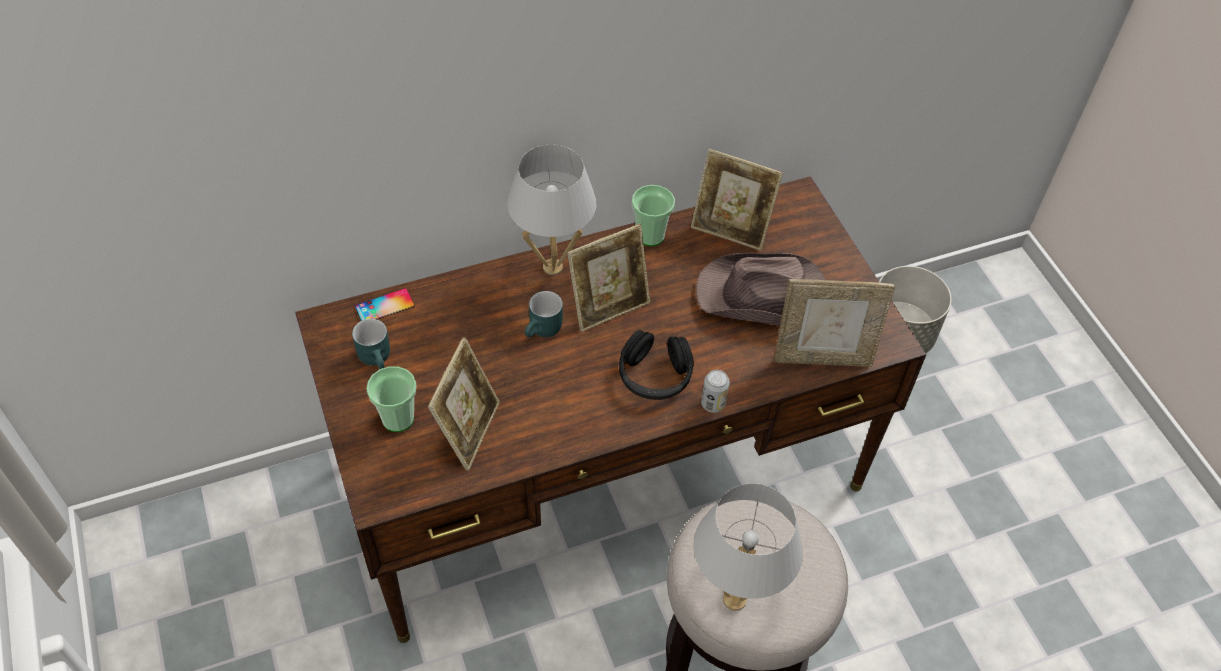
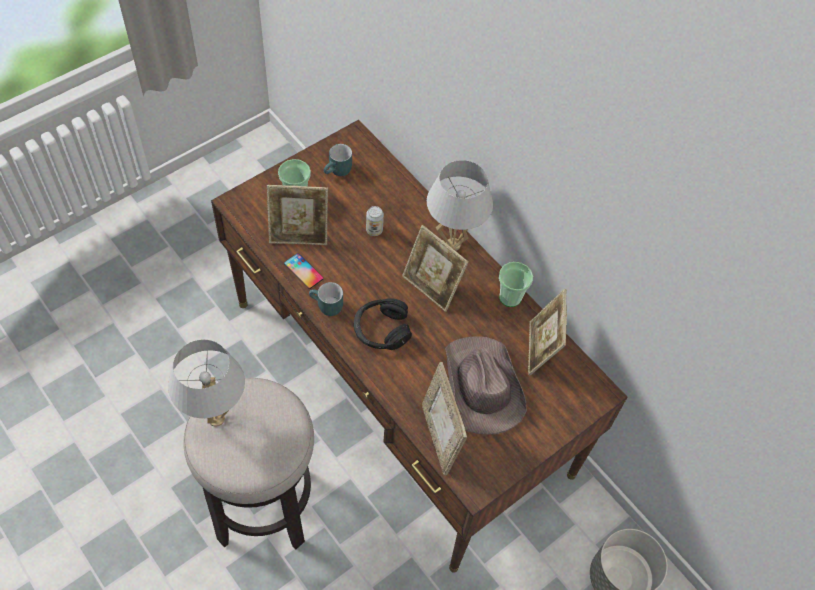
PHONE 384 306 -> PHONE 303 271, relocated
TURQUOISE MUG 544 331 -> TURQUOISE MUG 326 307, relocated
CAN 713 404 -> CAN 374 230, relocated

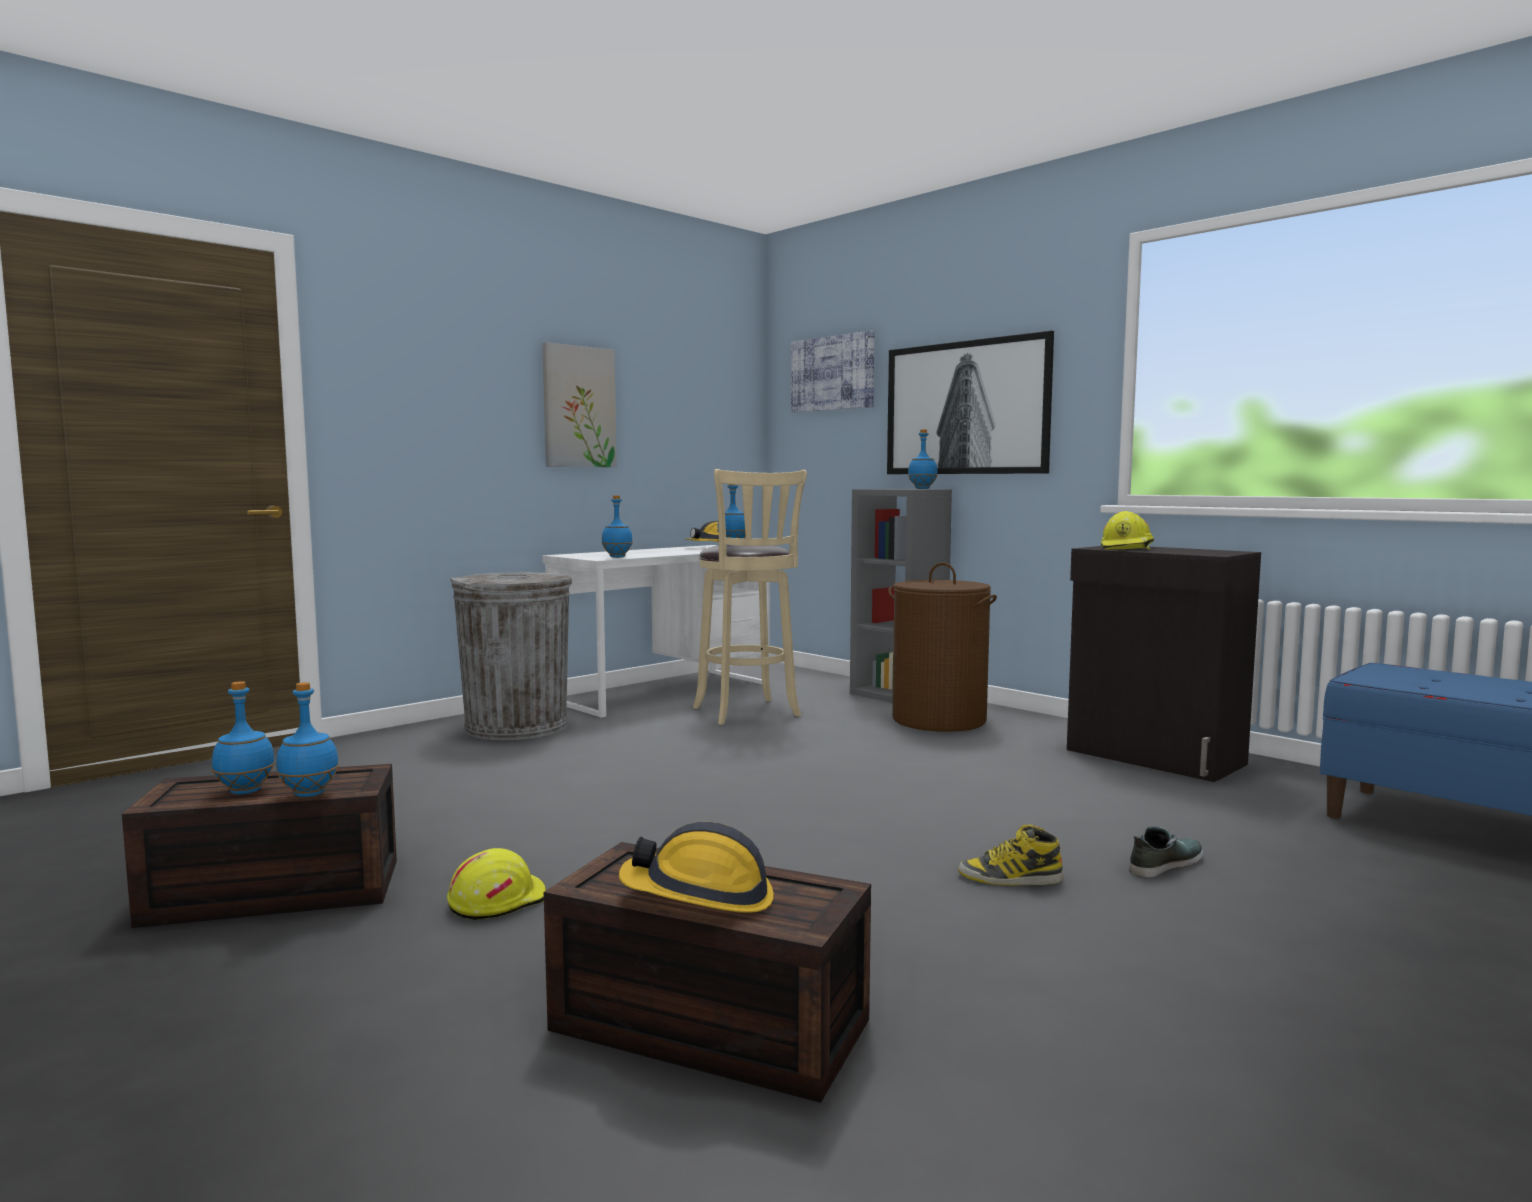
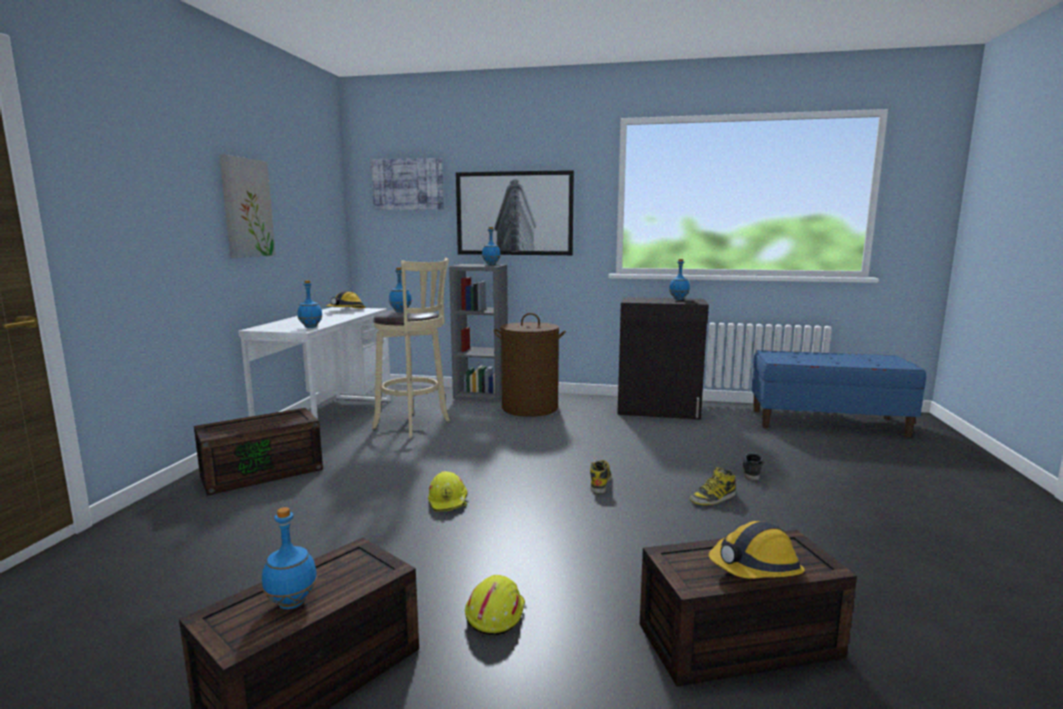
GREY TRASH CAN 517 727 -> BROWN STORAGE BOX 263 472
YELLOW HARD HAT 1127 548 -> YELLOW HARD HAT 448 501, relocated
none -> BOOT 600 483
BLUE BOTTLE 309 793 -> BLUE BOTTLE 678 299, relocated

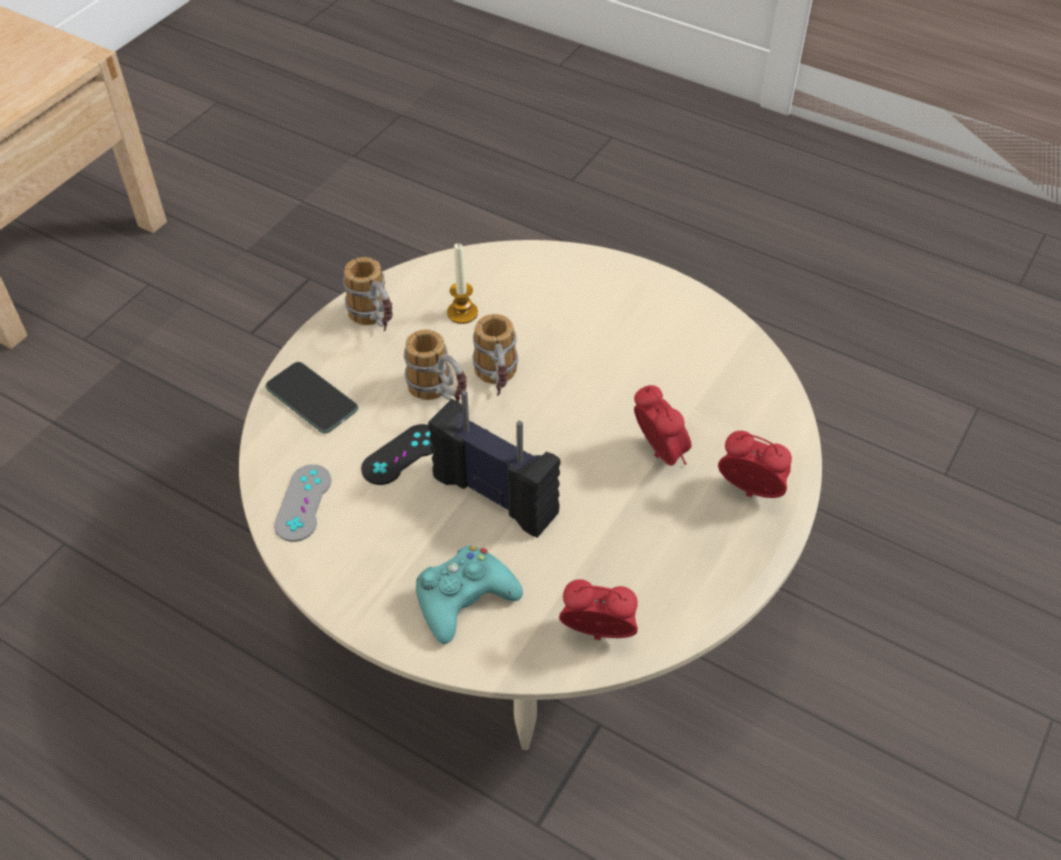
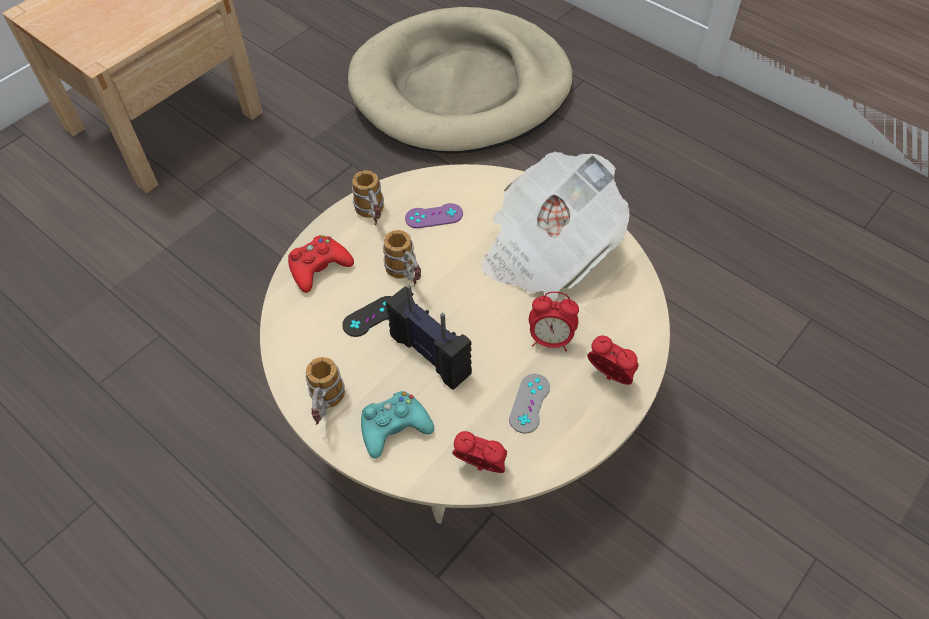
PHONE 312 399 -> RED GAME CONTROLLER 319 267
MUG 498 384 -> MUG 326 408, relocated
none -> BEIGE DOG BED 461 88
CANDLE 462 313 -> PURPLE GAME CONTROLLER 434 216
none -> NEWSPAPER 547 249
GREY GAME CONTROLLER 303 503 -> GREY GAME CONTROLLER 529 403, relocated
ALARM CLOCK 658 454 -> ALARM CLOCK 550 340, 120 degrees clockwise

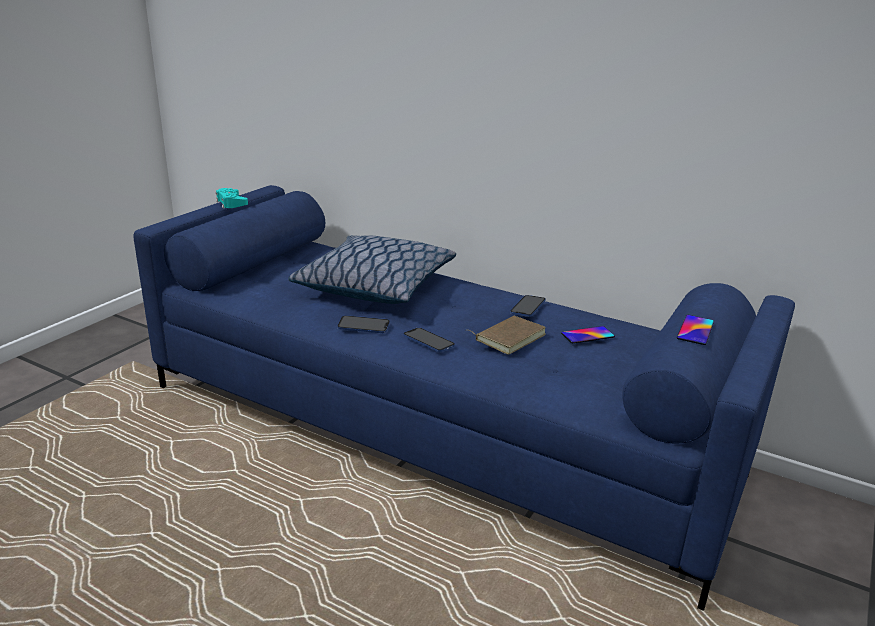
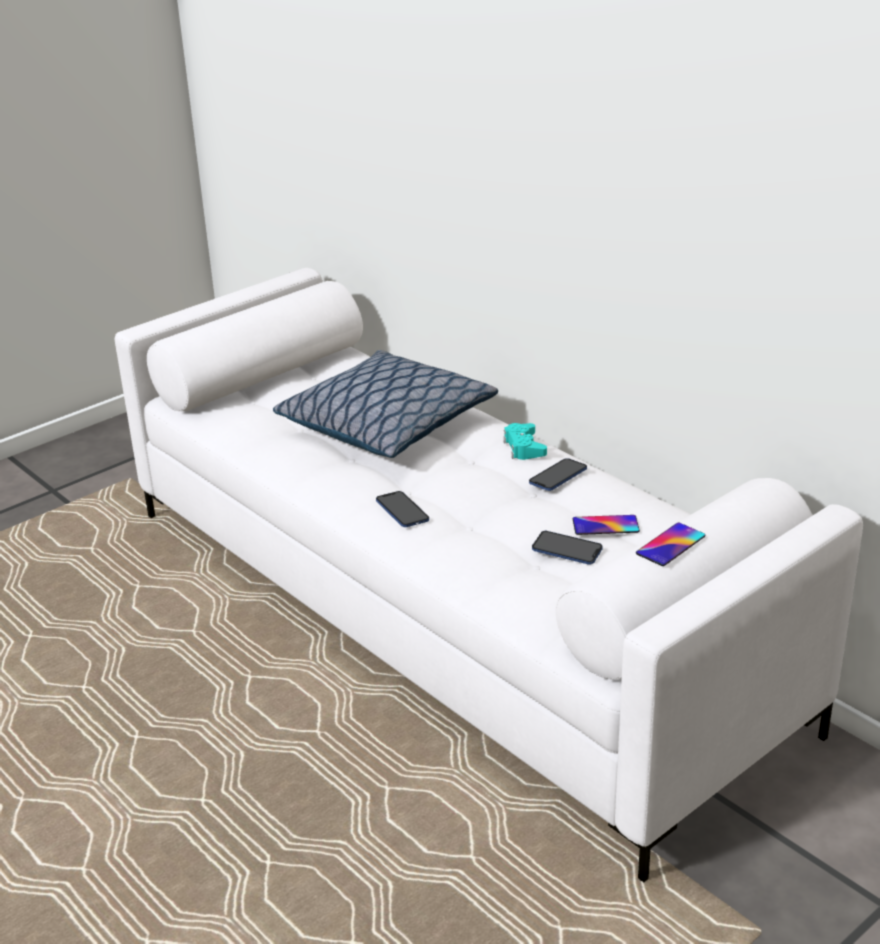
BLUE SOFA 436 428 -> WHITE SOFA 449 614
TURQUOISE GAME CONTROLLER 231 203 -> TURQUOISE GAME CONTROLLER 524 447, relocated
PHONE 363 326 -> PHONE 567 549, relocated
BROWN BOOK 509 337 -> none

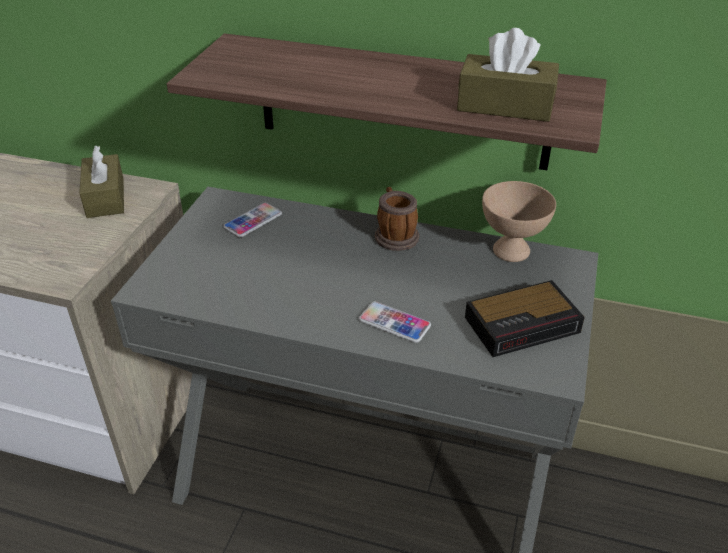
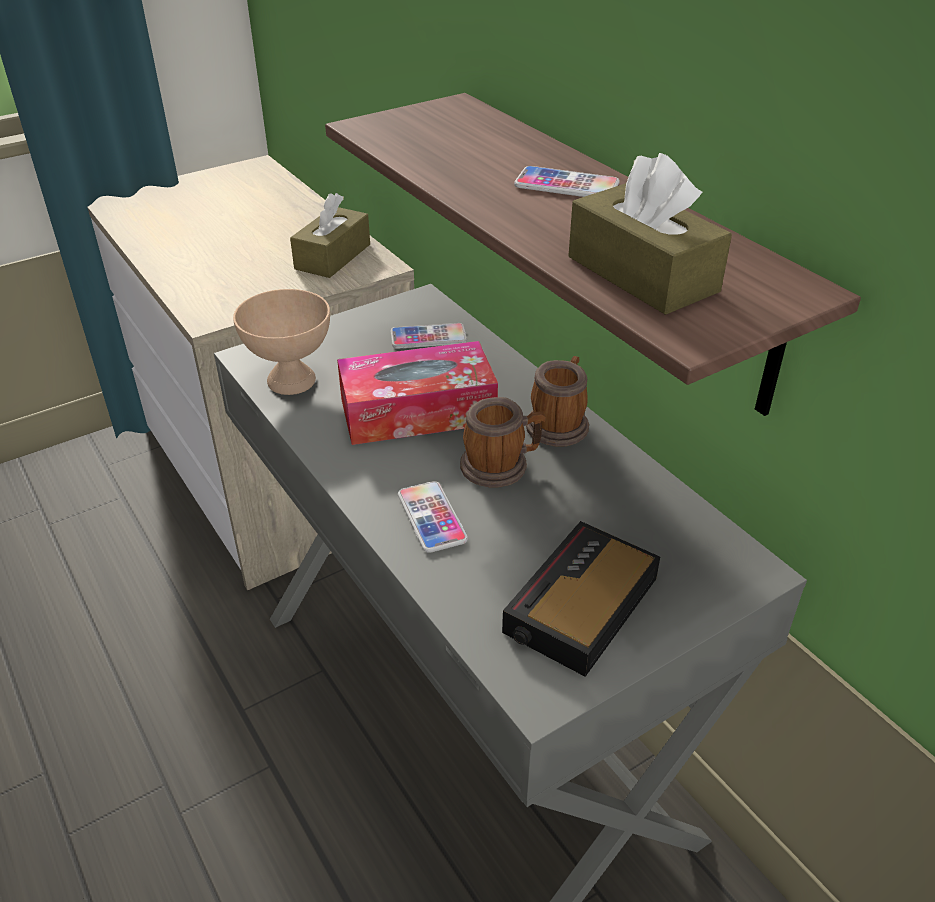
BEIGE BOWL 510 250 -> BEIGE BOWL 292 380, relocated
none -> TISSUE BOX 417 411
none -> MUG 501 465
ALARM CLOCK 524 324 -> ALARM CLOCK 579 607, 105 degrees clockwise
none -> PHONE 566 185

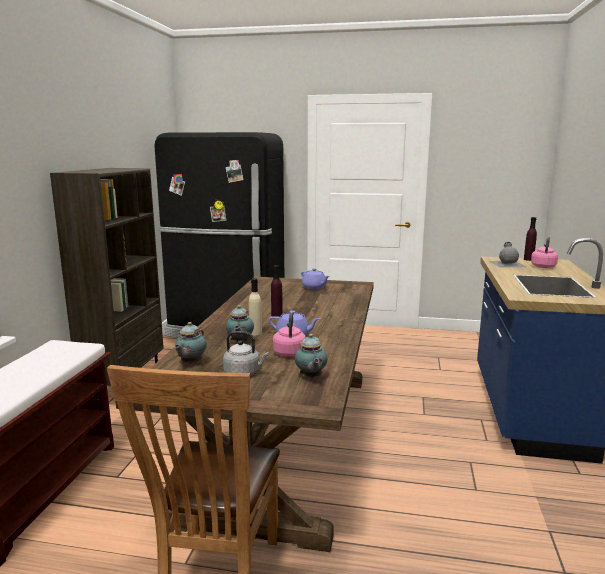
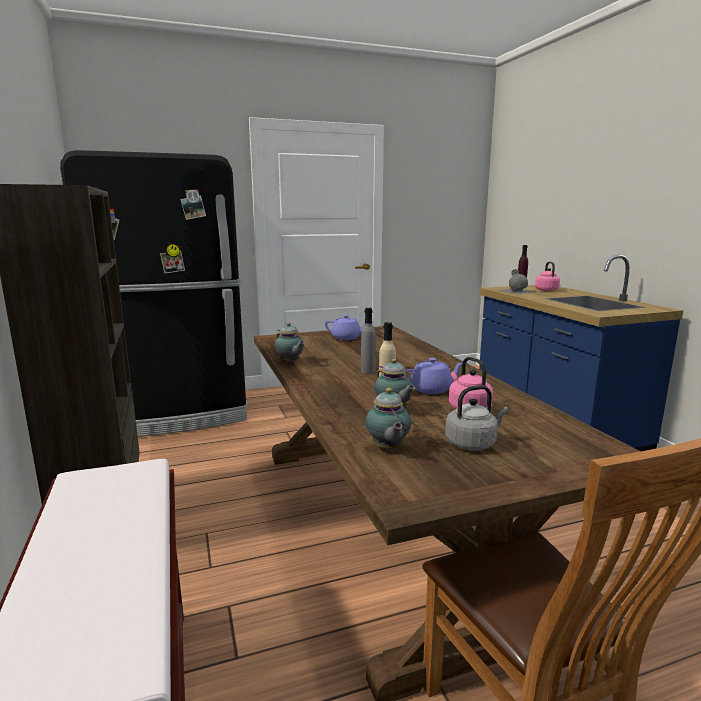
TEAPOT 310 377 -> TEAPOT 290 362, relocated
PURPLE BOTTLE 276 315 -> GREY BOTTLE 368 371

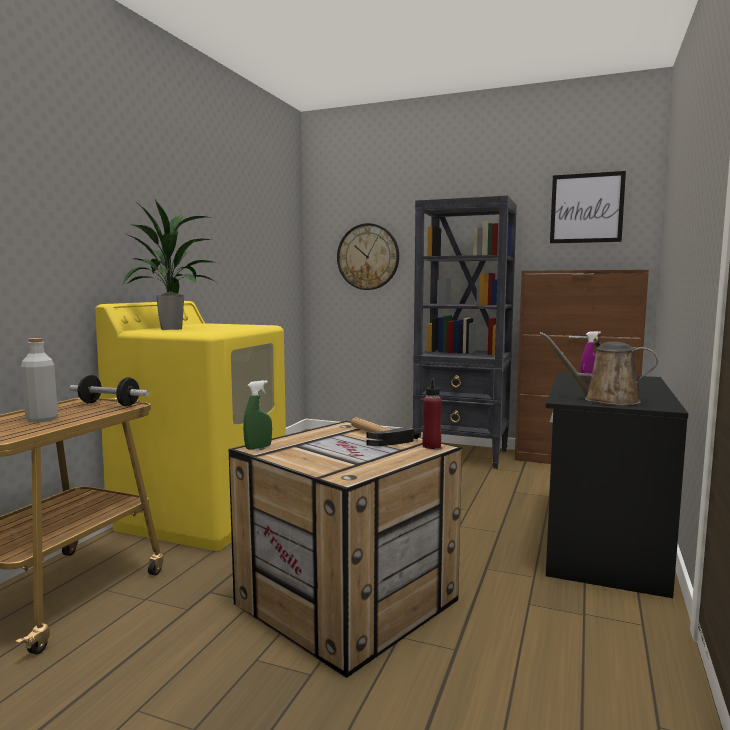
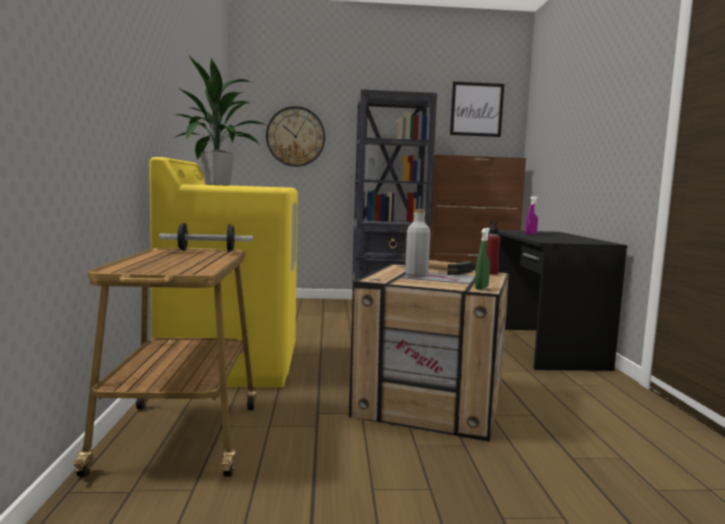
GREY BOTTLE 42 419 -> GREY BOTTLE 416 275, relocated
GREEN SPRAY BOTTLE 258 447 -> GREEN SPRAY BOTTLE 481 288, relocated
BROWN WATERING CAN 605 400 -> none

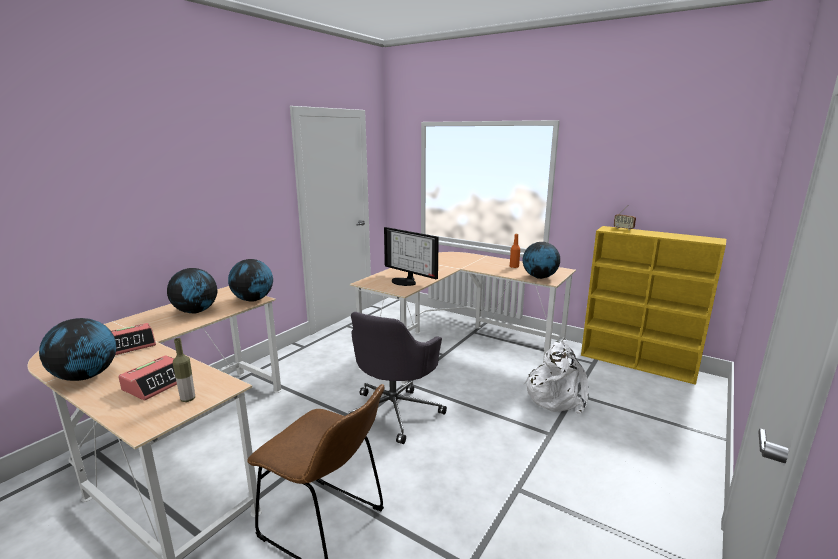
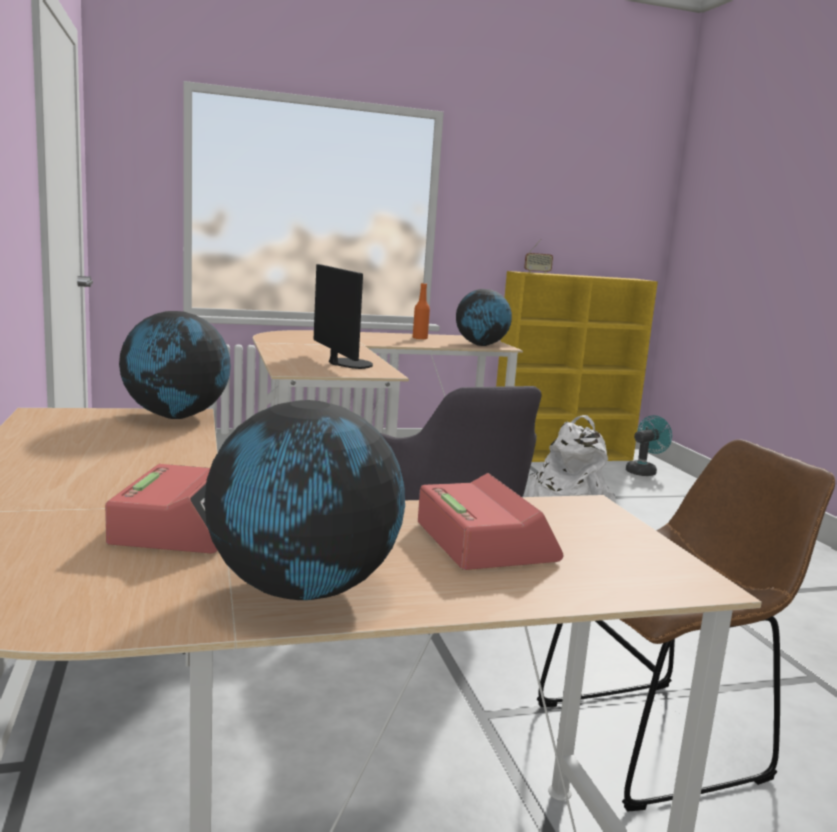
MONITOR 406 281 -> MONITOR 346 363, 105 degrees counterclockwise
none -> TURQUOISE FAN 643 471
GLOBE 196 311 -> none
BOTTLE 188 399 -> none

